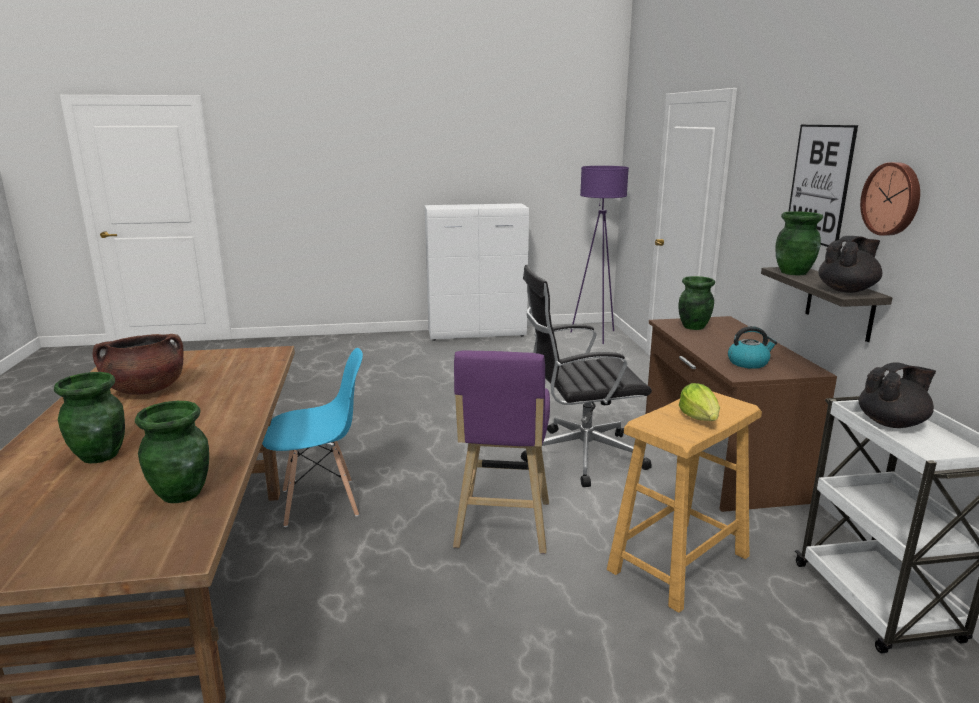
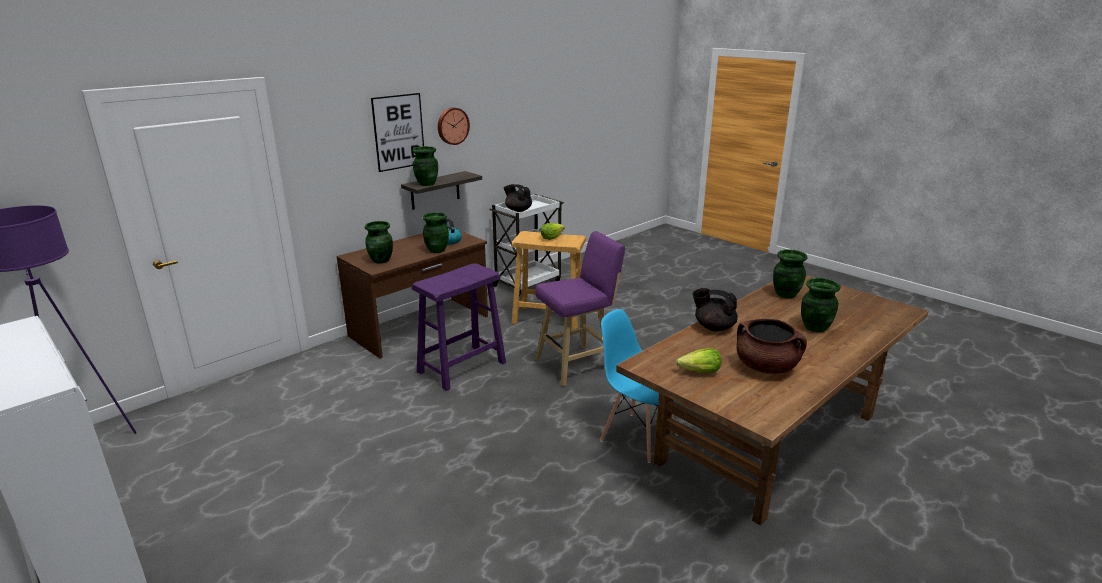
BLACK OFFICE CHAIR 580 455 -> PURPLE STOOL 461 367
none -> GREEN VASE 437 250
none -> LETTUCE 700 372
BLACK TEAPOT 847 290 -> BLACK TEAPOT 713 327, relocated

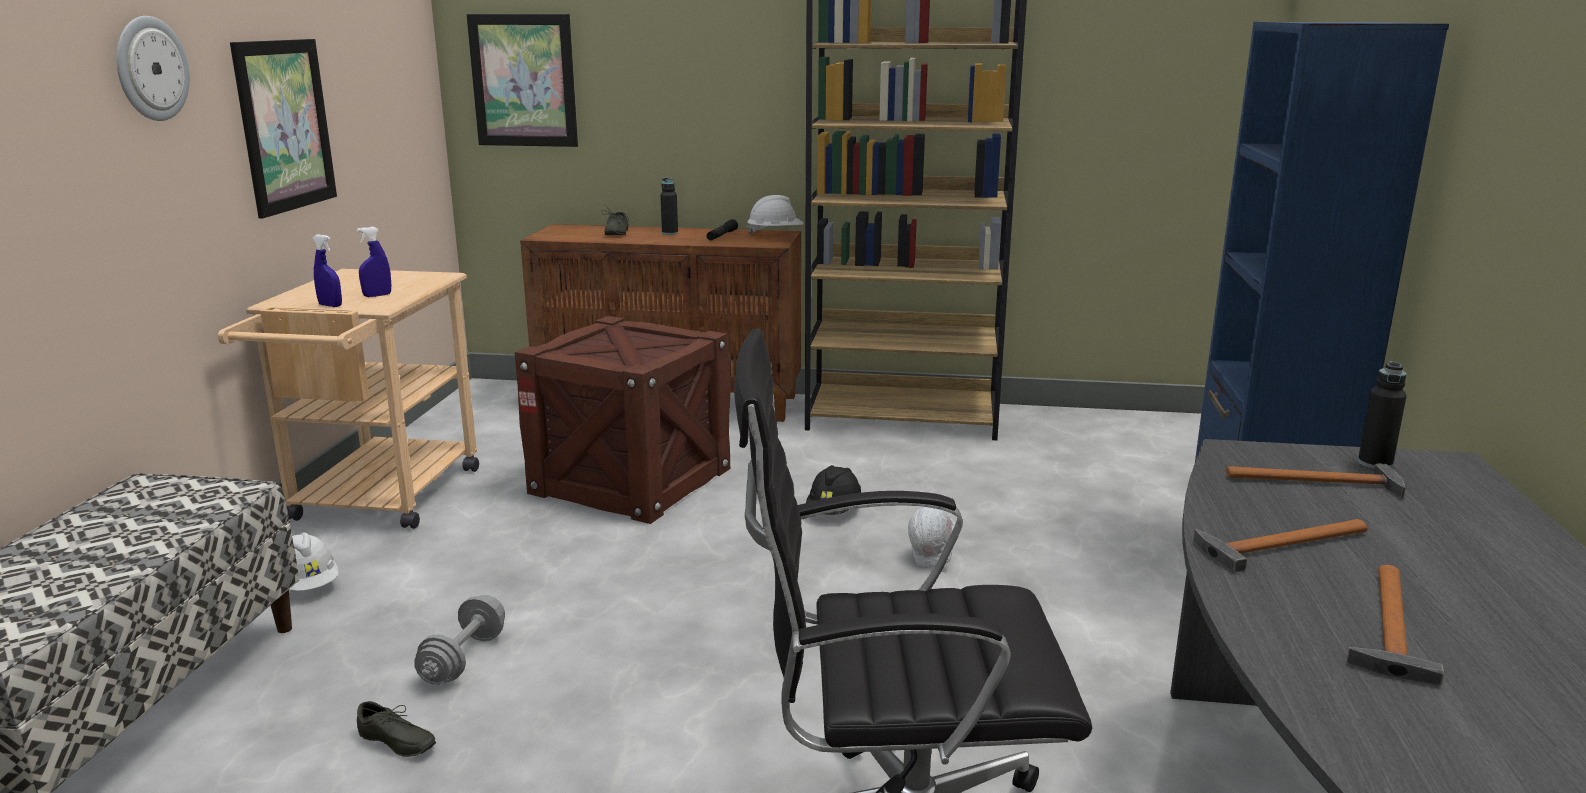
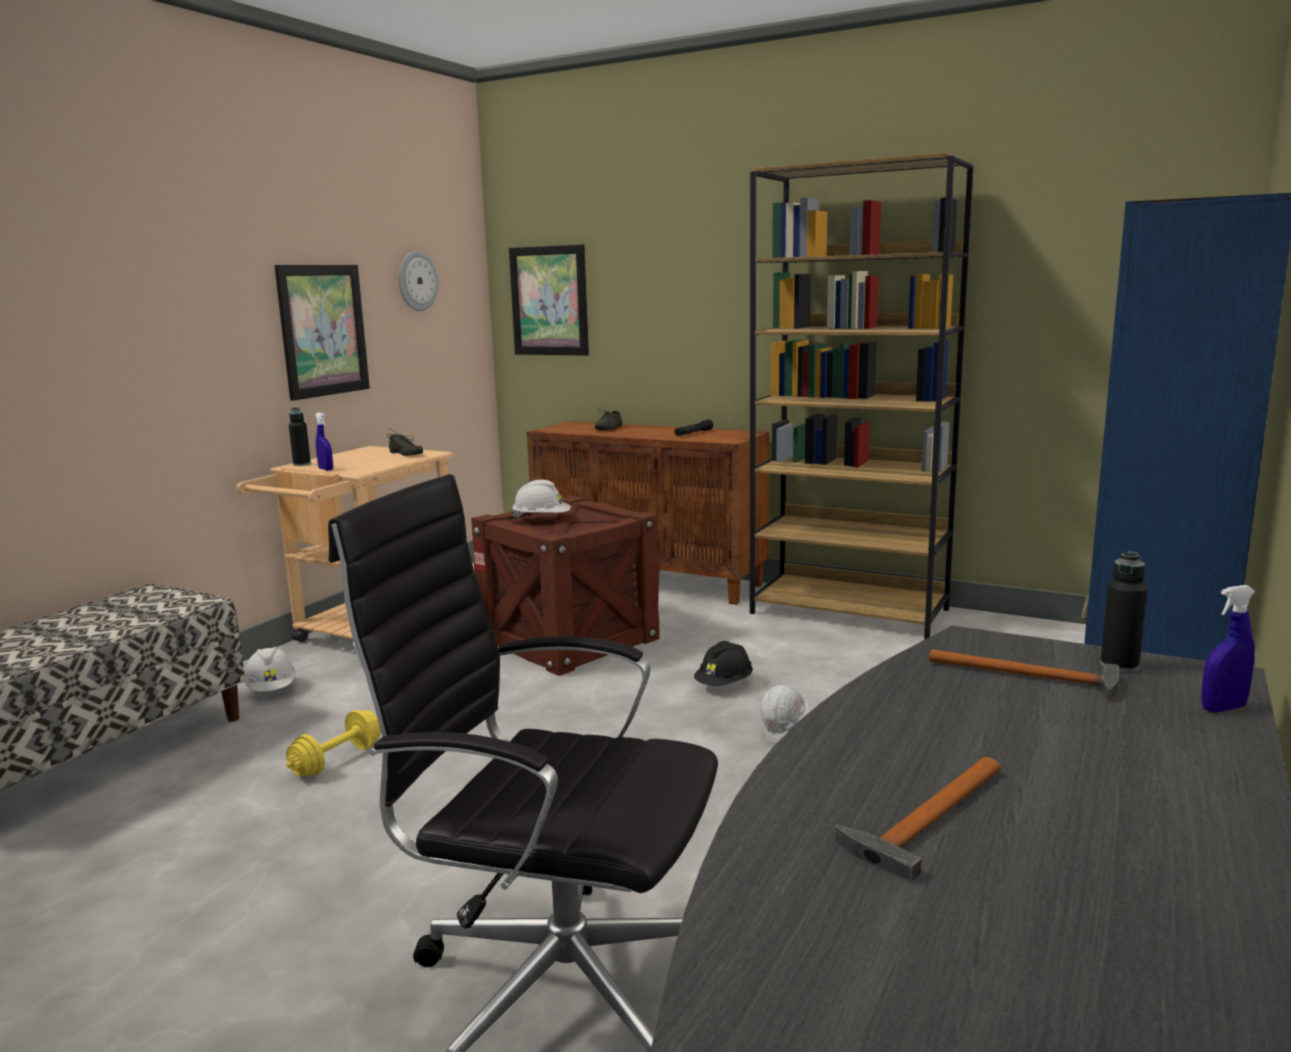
GREY DUMBBELL 464 659 -> YELLOW DUMBBELL 337 760
BLACK BOTTLE 670 233 -> BLACK BOTTLE 302 464, relocated
GREY SHOE 394 743 -> GREY SHOE 404 454, relocated
WALL CLOCK 150 69 -> WALL CLOCK 417 281, relocated
WHITE HARD HAT 775 234 -> WHITE HARD HAT 542 519, relocated
BLUE SPRAY BOTTLE 377 295 -> BLUE SPRAY BOTTLE 1223 708, relocated
HAMMER 1277 545 -> none

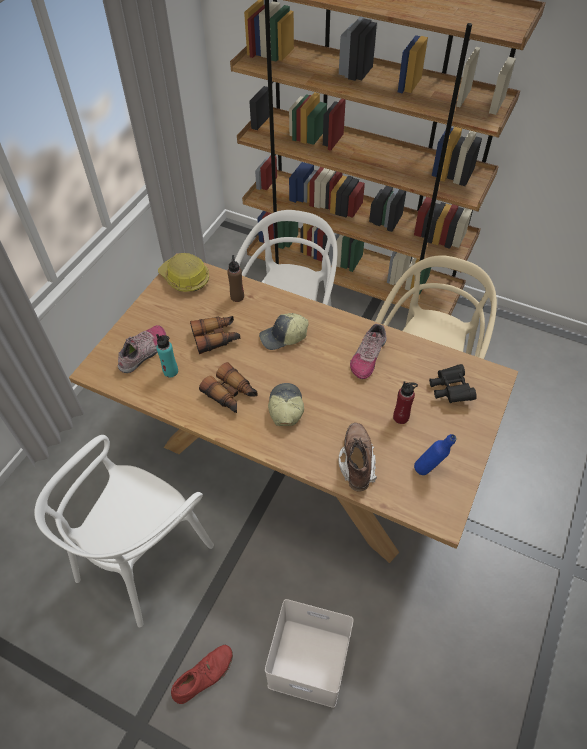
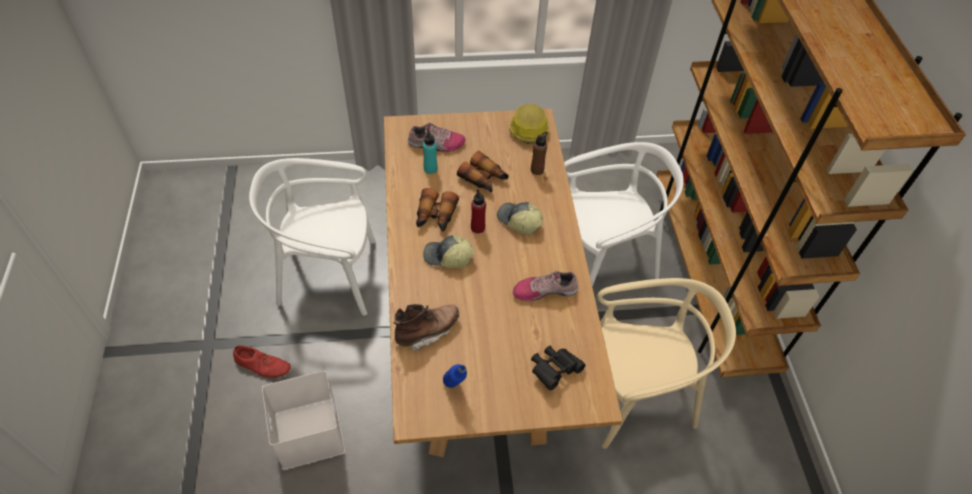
CAP 285 407 -> CAP 448 257, 135 degrees counterclockwise
RED BOTTLE 401 417 -> RED BOTTLE 477 227, relocated

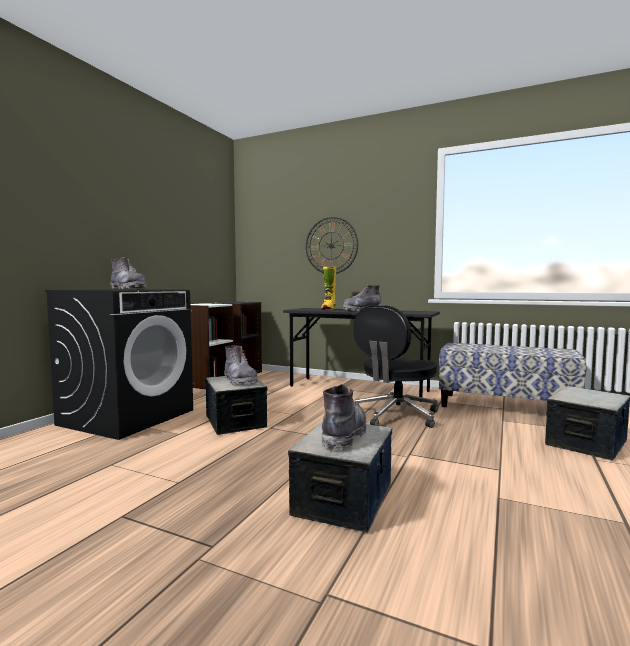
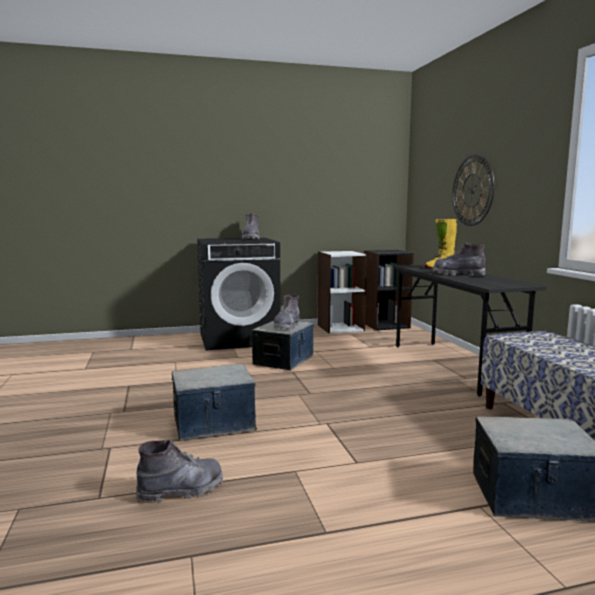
GREY BOOT 344 435 -> GREY BOOT 181 490, relocated
BLACK OFFICE CHAIR 396 415 -> none

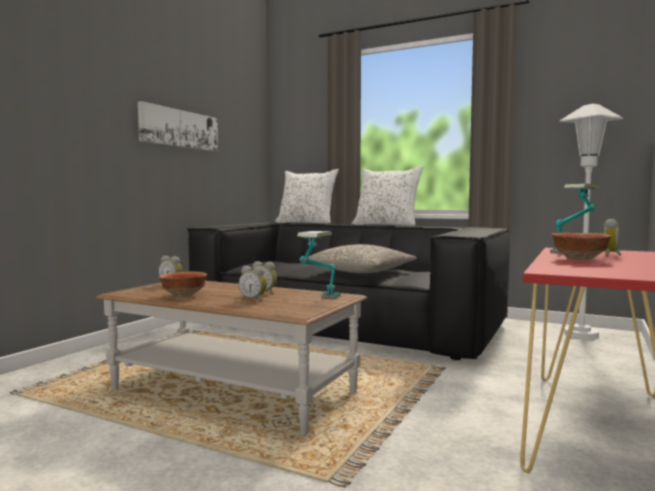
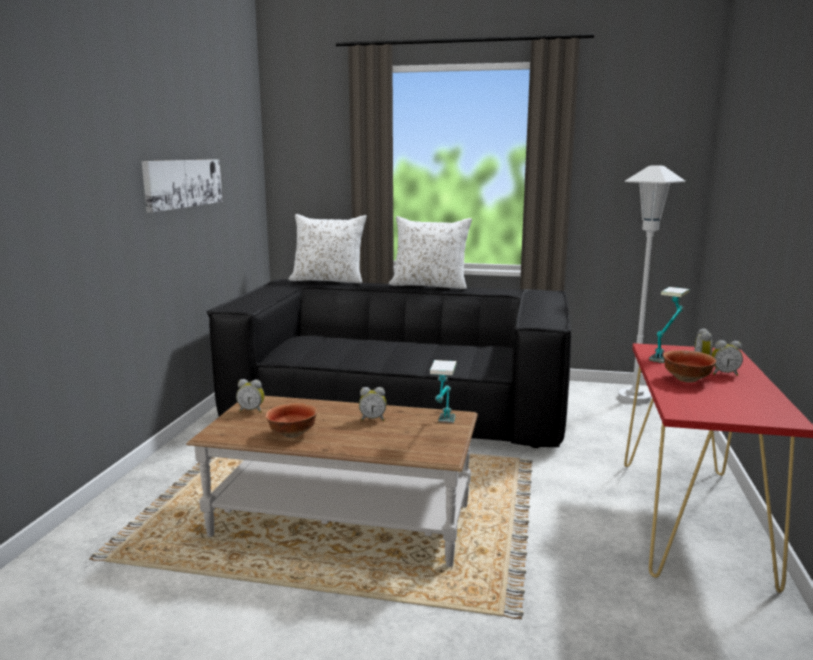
ALARM CLOCK 253 300 -> ALARM CLOCK 724 373, relocated
GREY PILLOW 362 272 -> none

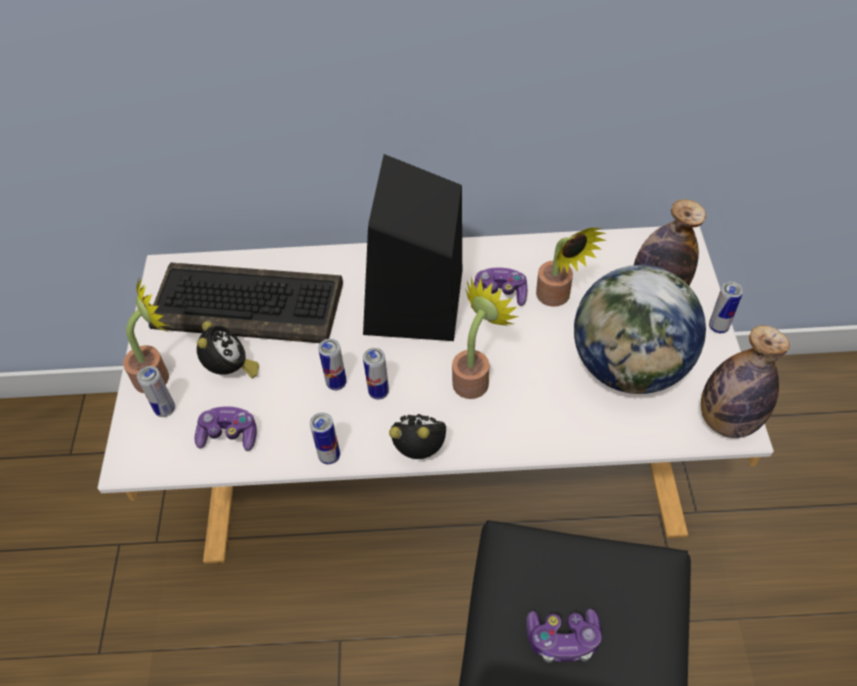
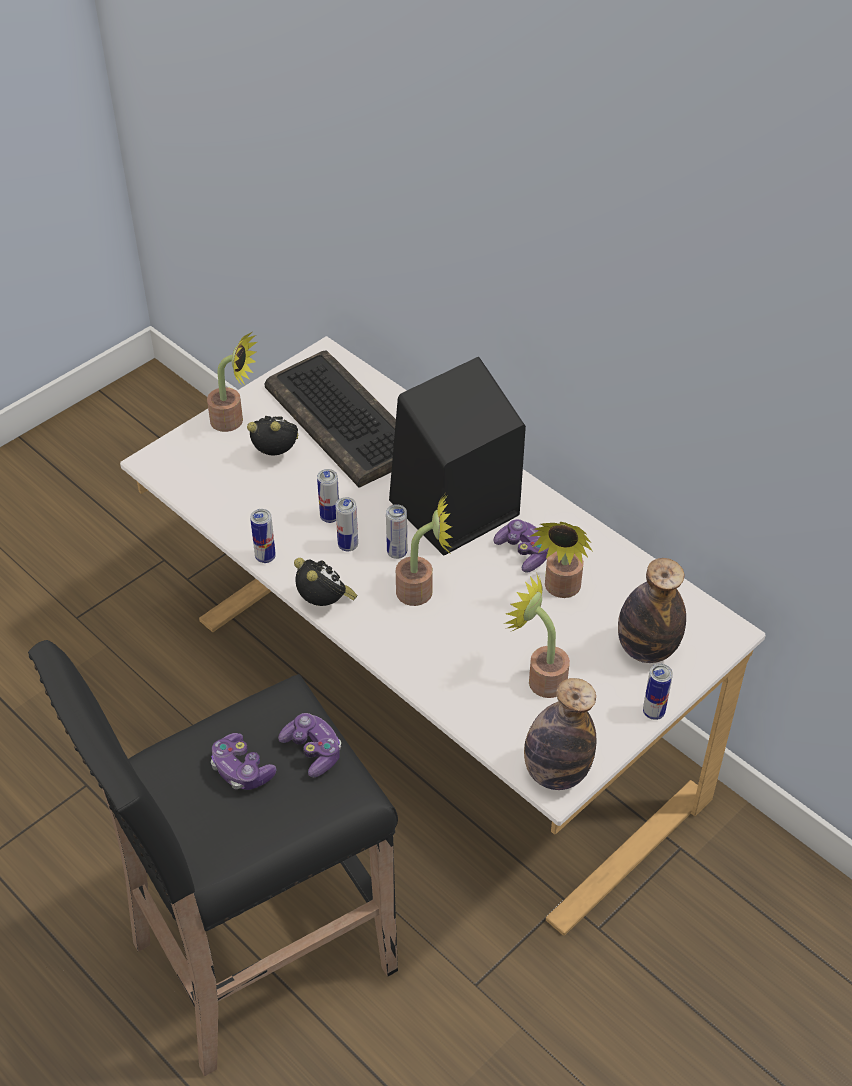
ALARM CLOCK 230 370 -> ALARM CLOCK 278 454, 120 degrees counterclockwise
GAME CONTROLLER 229 435 -> GAME CONTROLLER 313 751, relocated
CAN 165 410 -> CAN 397 553, relocated
GLOBE 629 368 -> POTTED PLANT 540 678

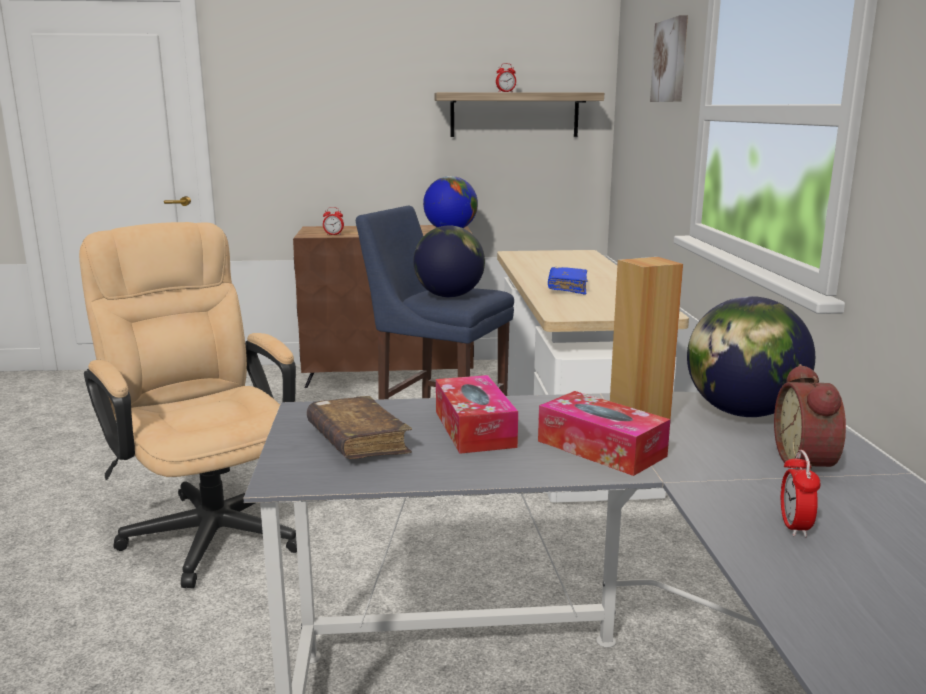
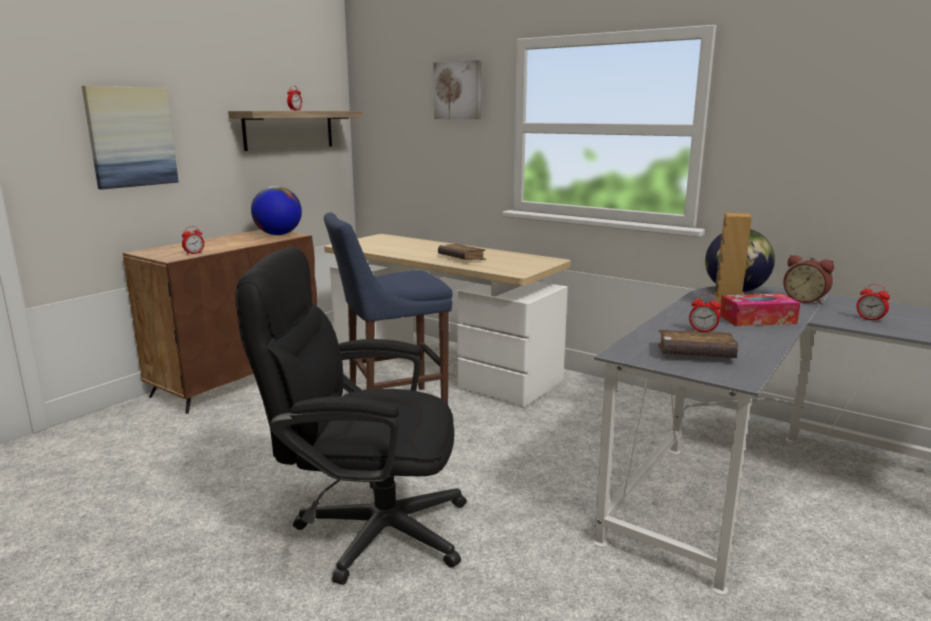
none -> PICTURE 131 137
BEIGE OFFICE CHAIR 209 525 -> BLACK OFFICE CHAIR 366 529
BLUE BOOK 567 288 -> BROWN BOOK 461 258
TISSUE BOX 474 429 -> ALARM CLOCK 703 331
GLOBE 449 296 -> none

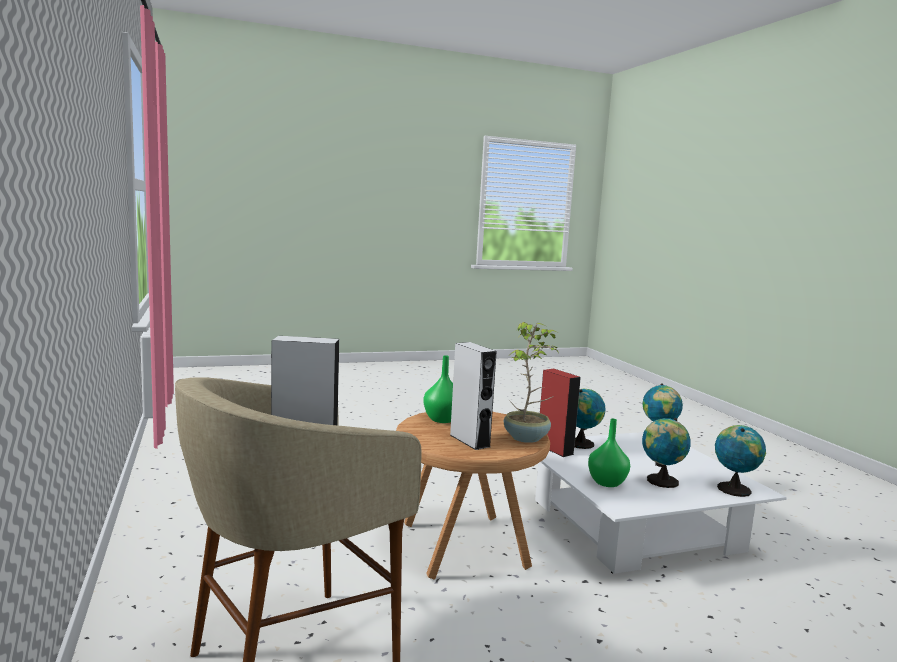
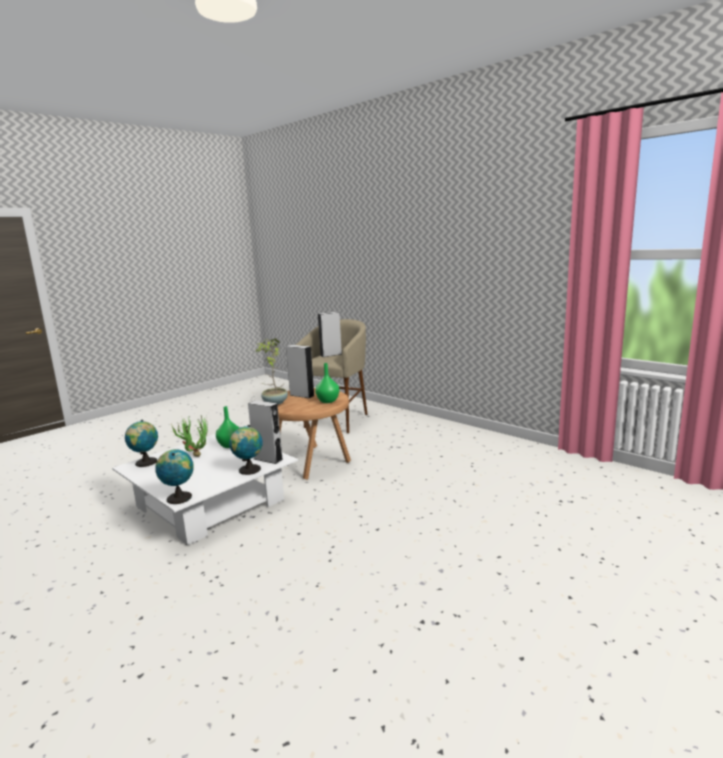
GLOBE 661 482 -> POTTED PLANT 194 455
RED SPEAKER 554 449 -> GREY SPEAKER 268 459

